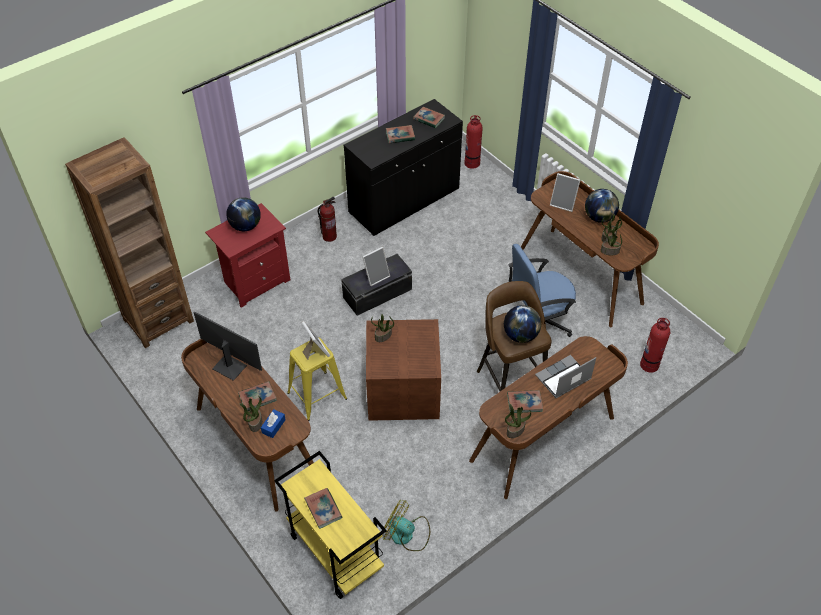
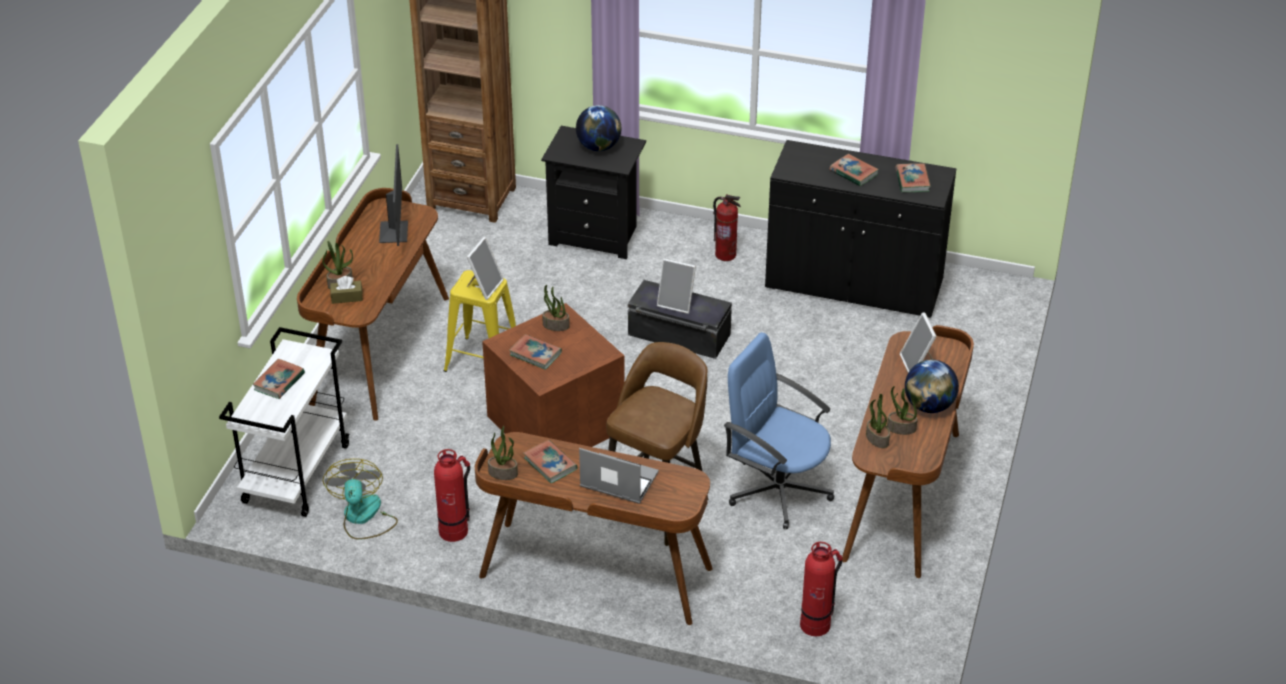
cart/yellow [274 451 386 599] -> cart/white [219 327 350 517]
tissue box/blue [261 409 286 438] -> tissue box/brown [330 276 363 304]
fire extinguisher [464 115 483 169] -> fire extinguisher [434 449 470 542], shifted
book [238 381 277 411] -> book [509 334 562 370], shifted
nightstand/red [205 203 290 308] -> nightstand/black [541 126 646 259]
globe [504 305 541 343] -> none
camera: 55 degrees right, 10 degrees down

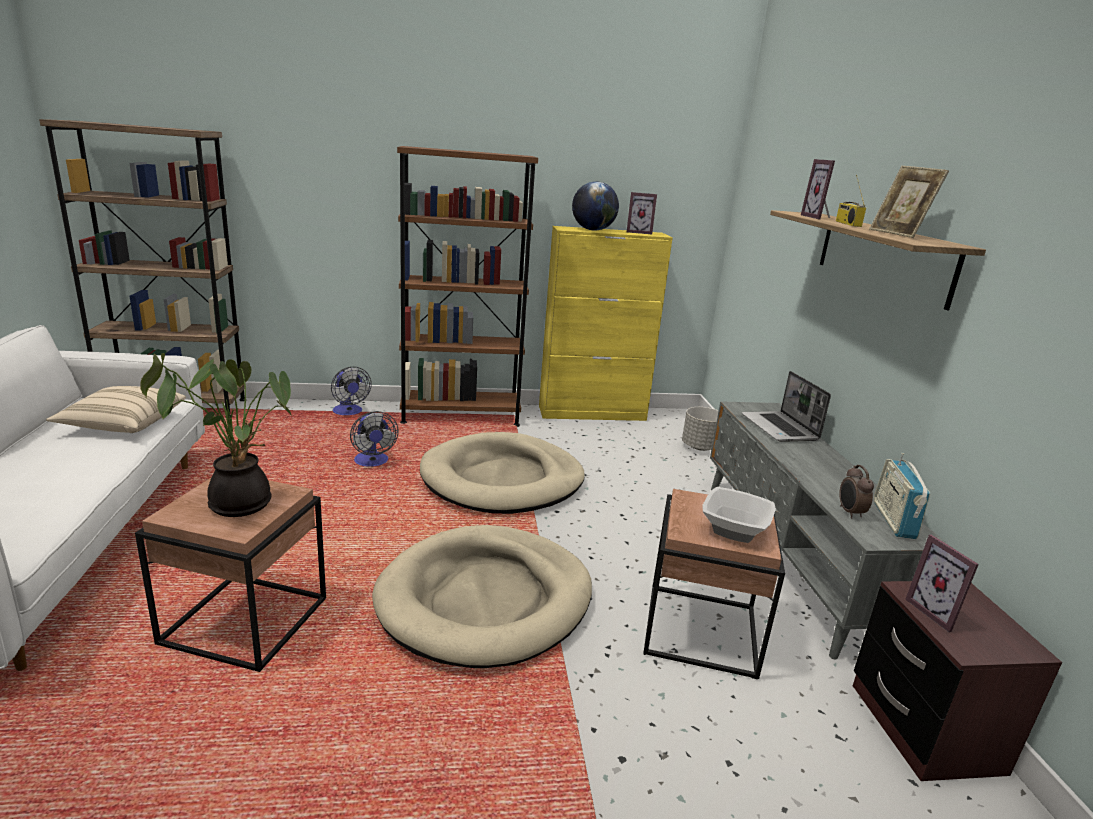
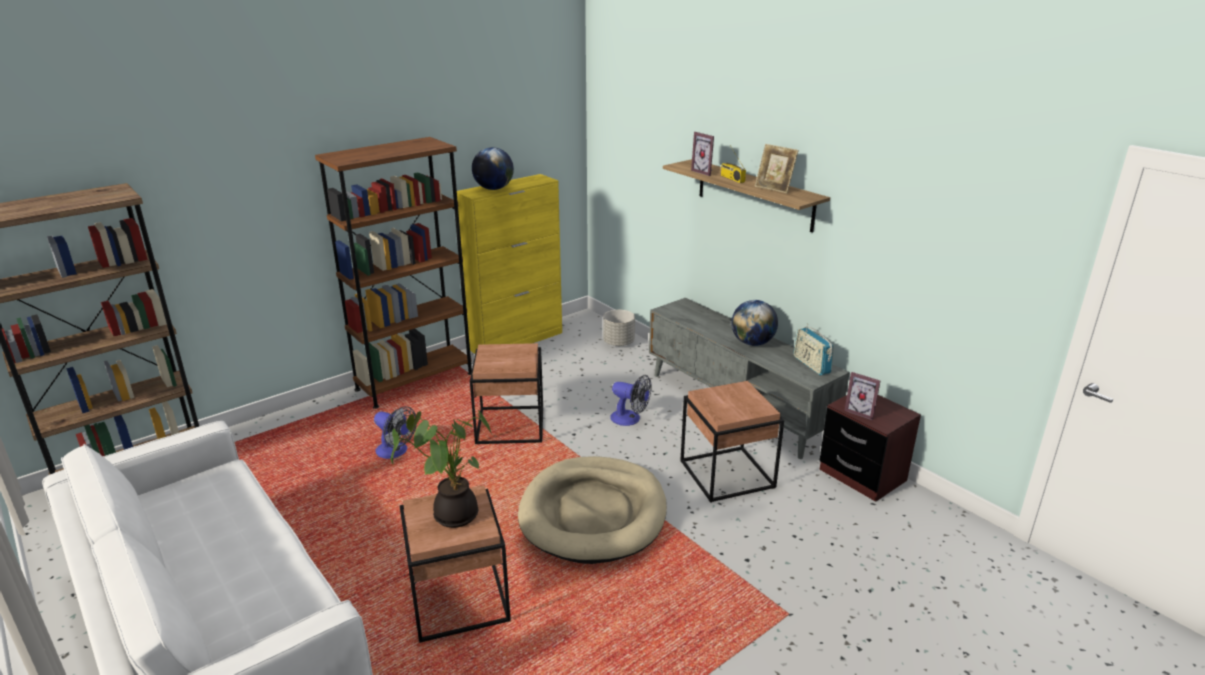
dog bed/beige [420 432 585 514] -> side table/brown [470 343 543 444]
fan [331 367 372 415] -> fan [610 375 652 426], shifted
none -> globe [731 300 778 346]
pillow/beige [46 386 186 433] -> none
picture frame [627 192 657 234] -> none
bowl [703 487 776 543] -> none
laptop [741 371 831 442] -> none
alarm clock [839 465 874 518] -> none
camera: 30 degrees left, 5 degrees up

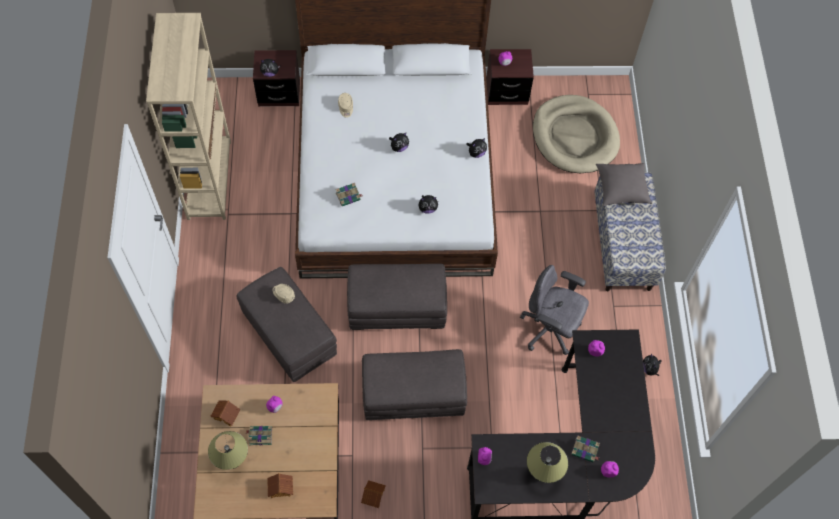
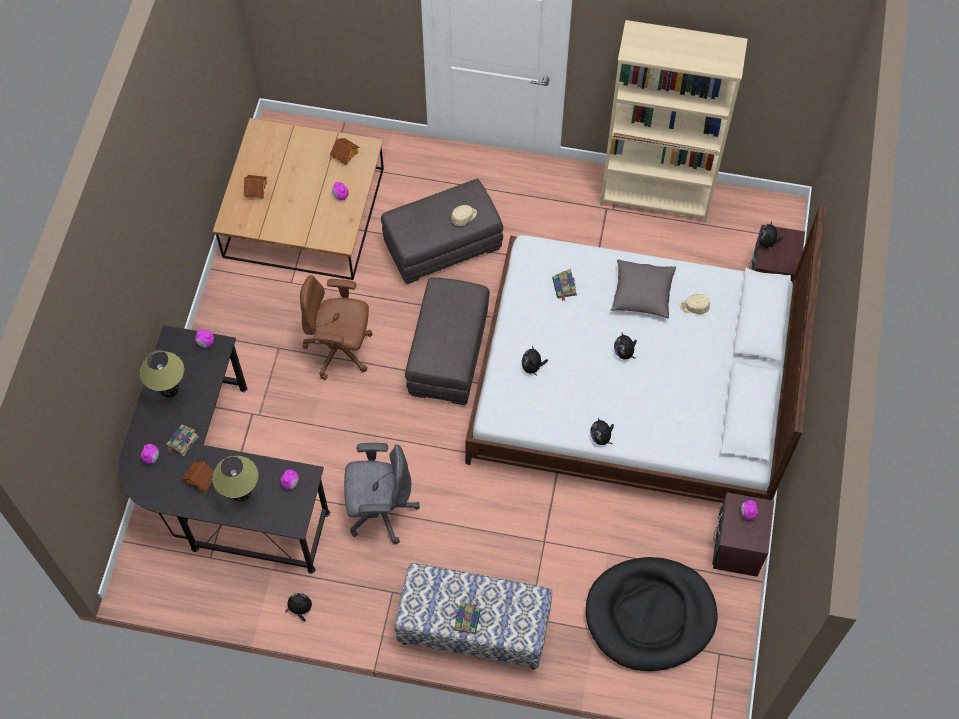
toy house [361 480 386 508] -> toy house [182 461 214 493], shifted
table lamp [208 431 248 470] -> table lamp [212 456 258 502], shifted
ottoman/grey [362 349 467 420] -> office chair/brown [300 275 372 380]
office chair/grey [520 265 589 355] -> office chair/grey [344 443 420 544], 45 degrees clockwise
book [247 426 272 446] -> book [454 601 481 634], shifted
dog bed/beige [533 95 620 173] -> dog bed/black [585 557 718 671]
pillow/grey [596 163 652 206] -> pillow/grey [611 259 676 318], shifted
camera: 105 degrees right, 0 degrees up

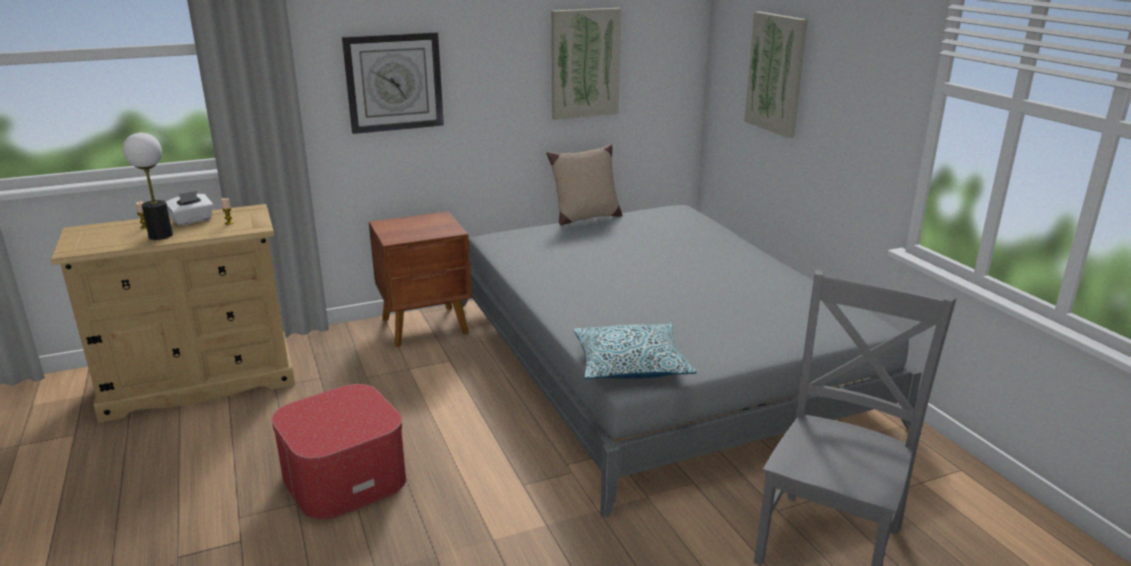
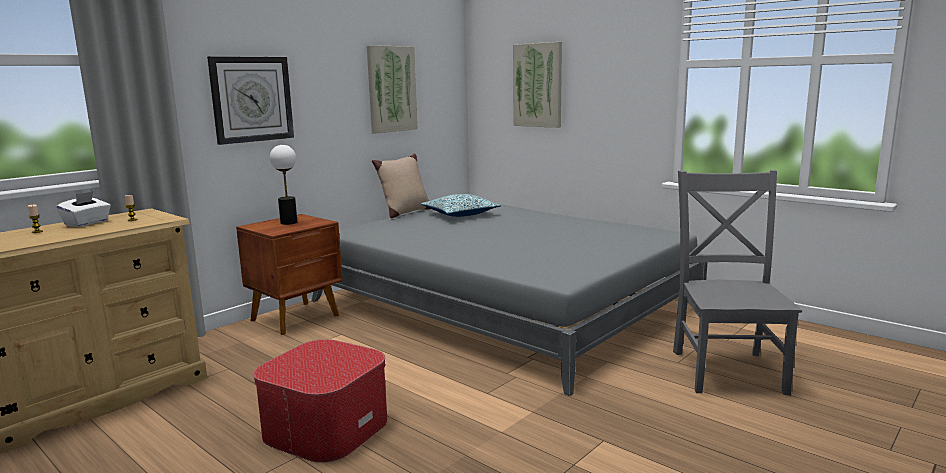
table lamp [123 133 173 240] -> table lamp [270 145 297 225], shifted
pillow [574 323 696 379] -> pillow [421 194 501 217], shifted
camera: 25 degrees left, 10 degrees down

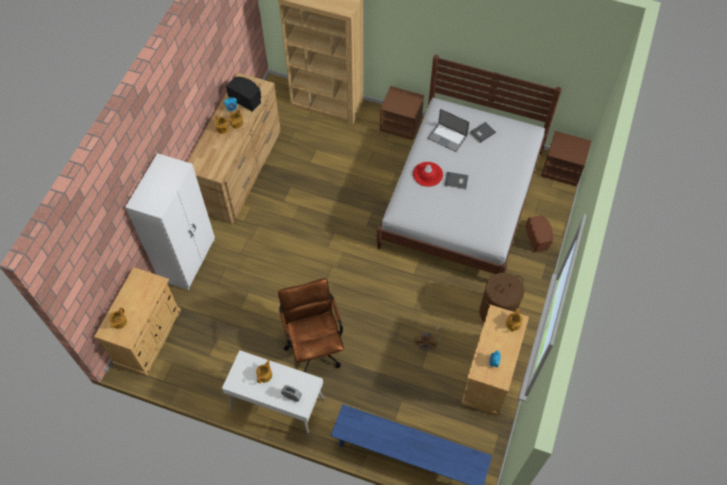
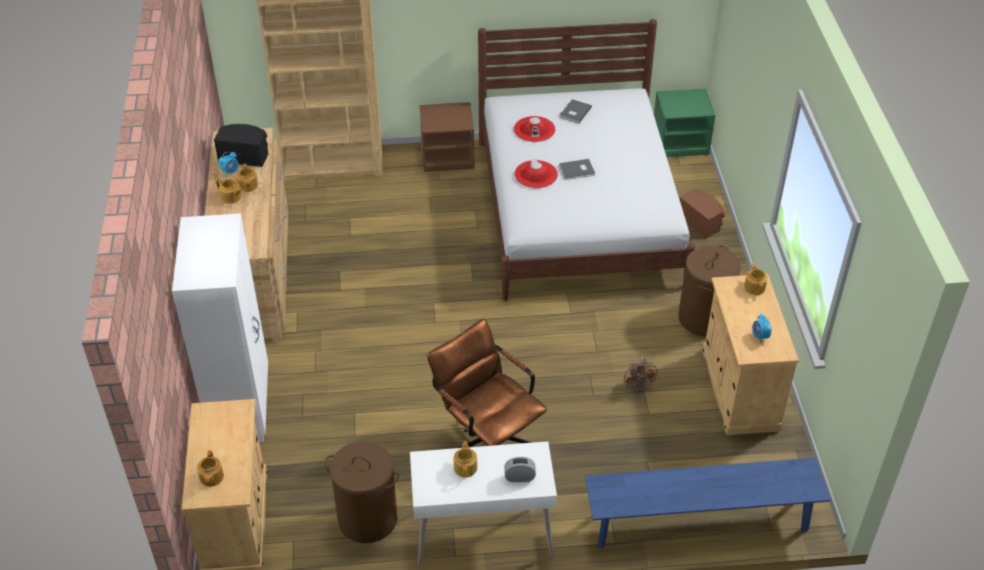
none -> laundry basket/brown [324 441 399 543]
laptop [428 109 470 152] -> hat/red [514 116 555 142]
nightstand/brown [541 131 591 186] -> nightstand/green [654 89 716 157]
camera: 25 degrees left, 15 degrees down

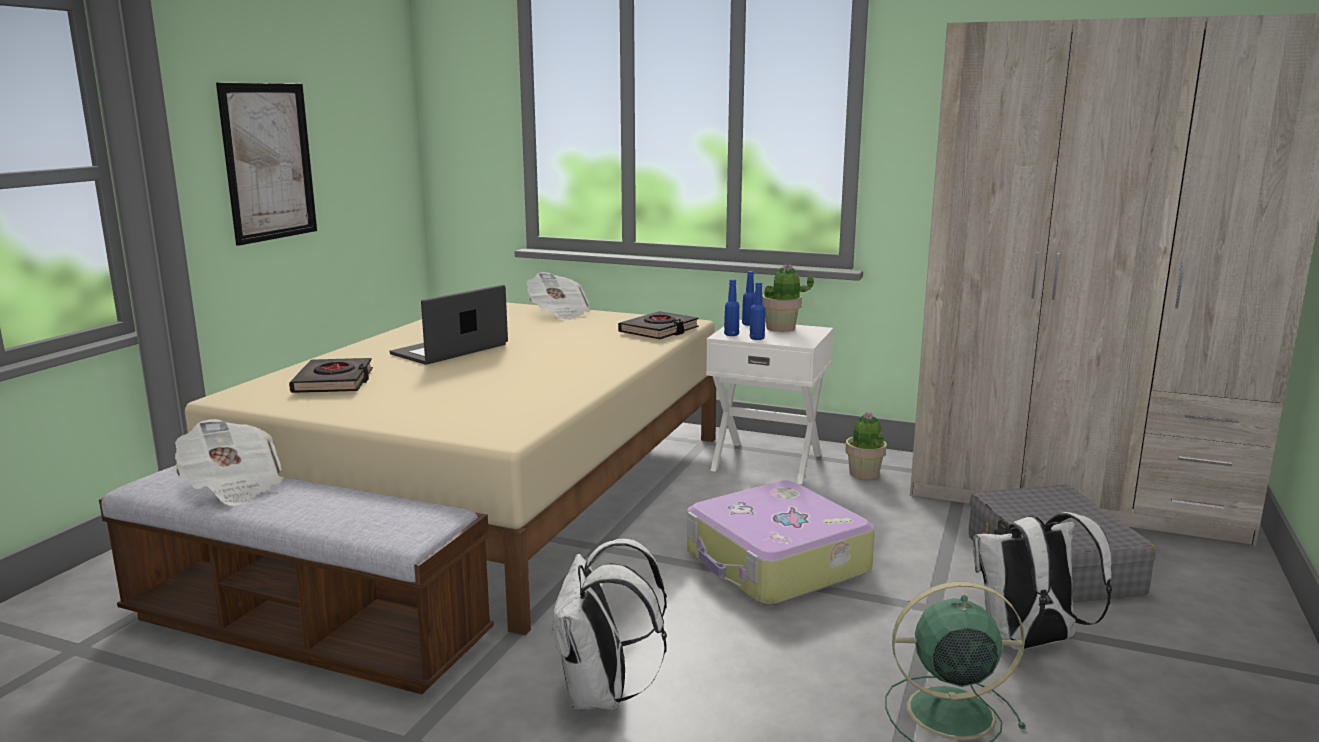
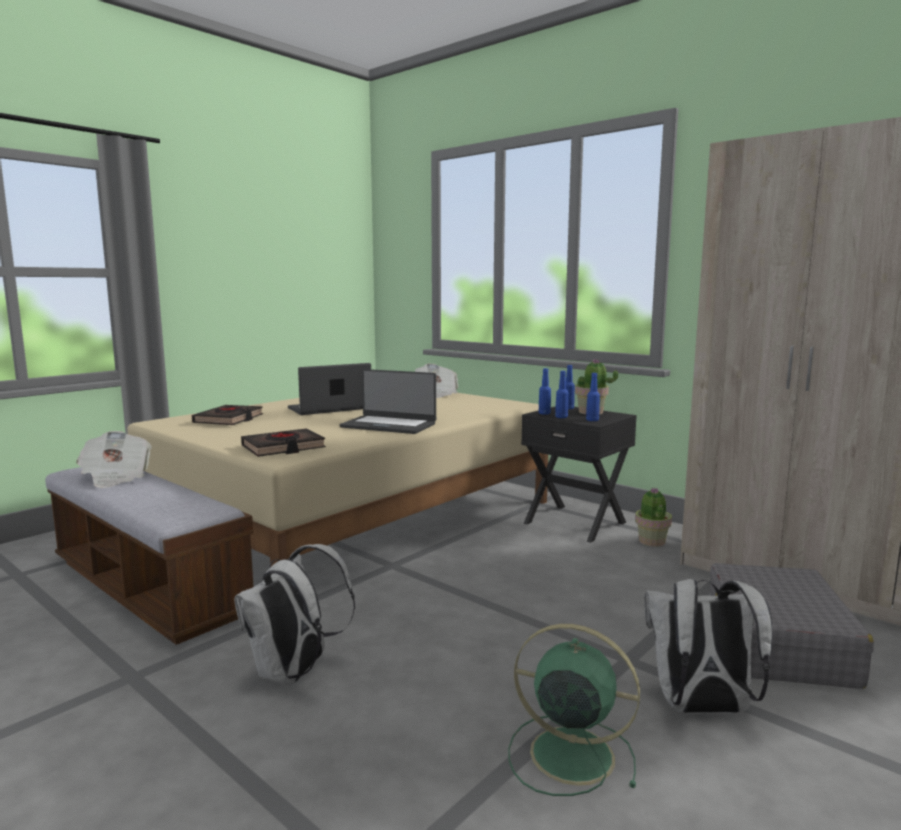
book/black [618 311 699 339] -> book/black [241 428 326 457], shifted
none -> laptop [340 369 436 434]
nightstand/white [706 320 833 484] -> nightstand/black [521 406 637 543]
none -> bottle/blue [586 373 600 421]
picture [216 83 317 246] -> none
suitcase [687 481 875 606] -> none
camera: 20 degrees right, 5 degrees down

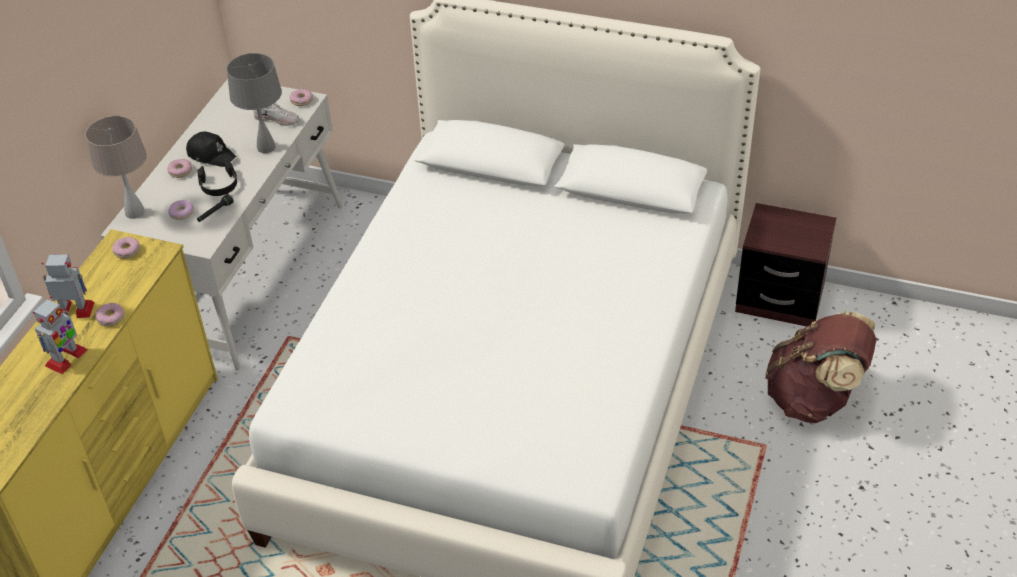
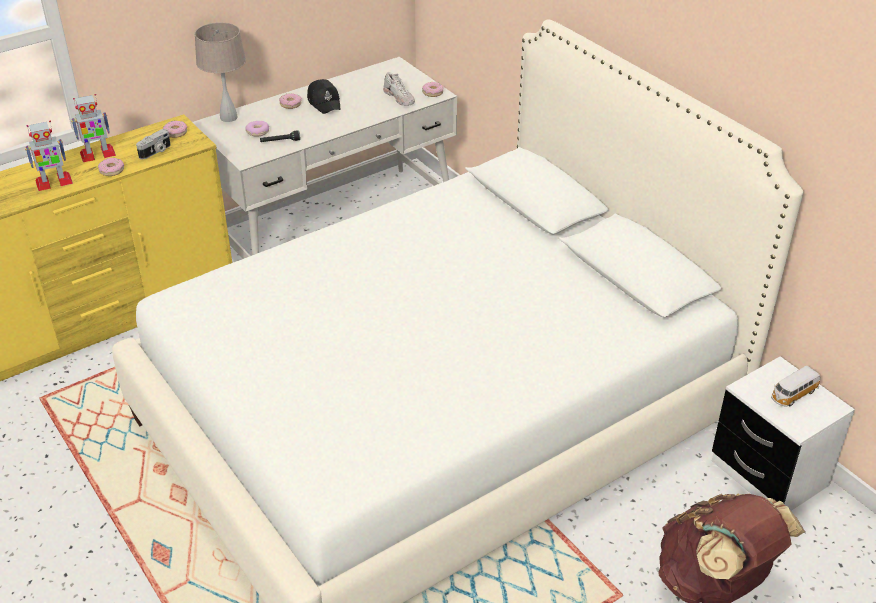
toy robot [41 254 95 318] -> toy robot [71 94 116 162], 120 degrees clockwise
none -> photo camera [136 129 171 159]
nightstand/brown [735 203 836 327] -> nightstand/white [712 356 855 511]
none -> toy car [771 366 820 407]
headphones/black [197 161 237 196] -> none
table lamp/grey [227 53 282 153] -> none
camera: 35 degrees right, 5 degrees down

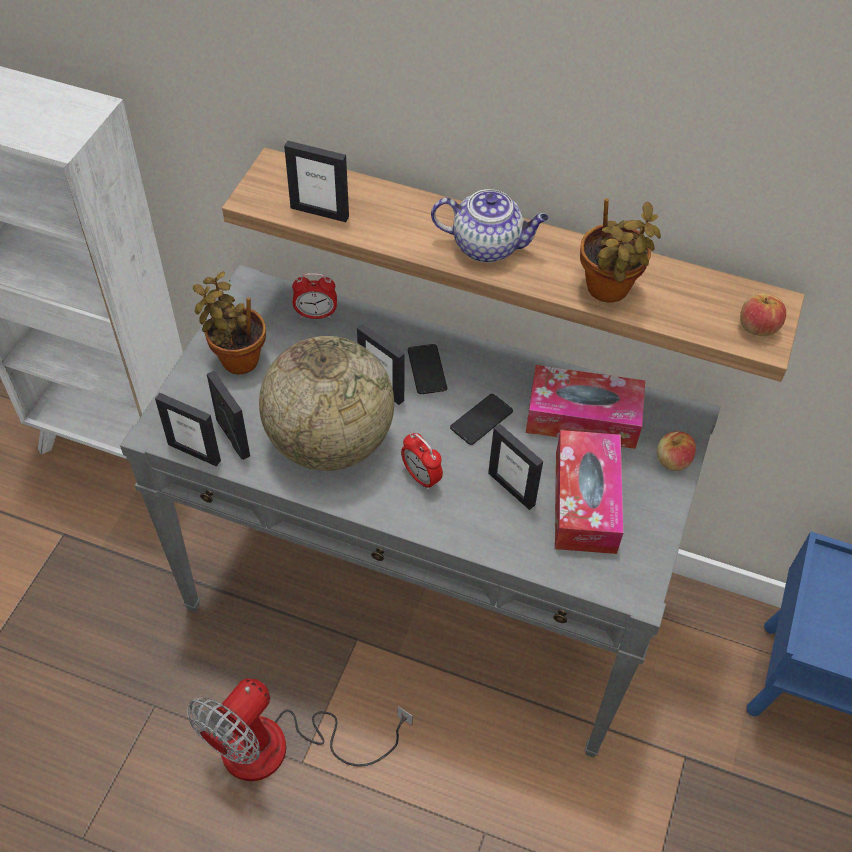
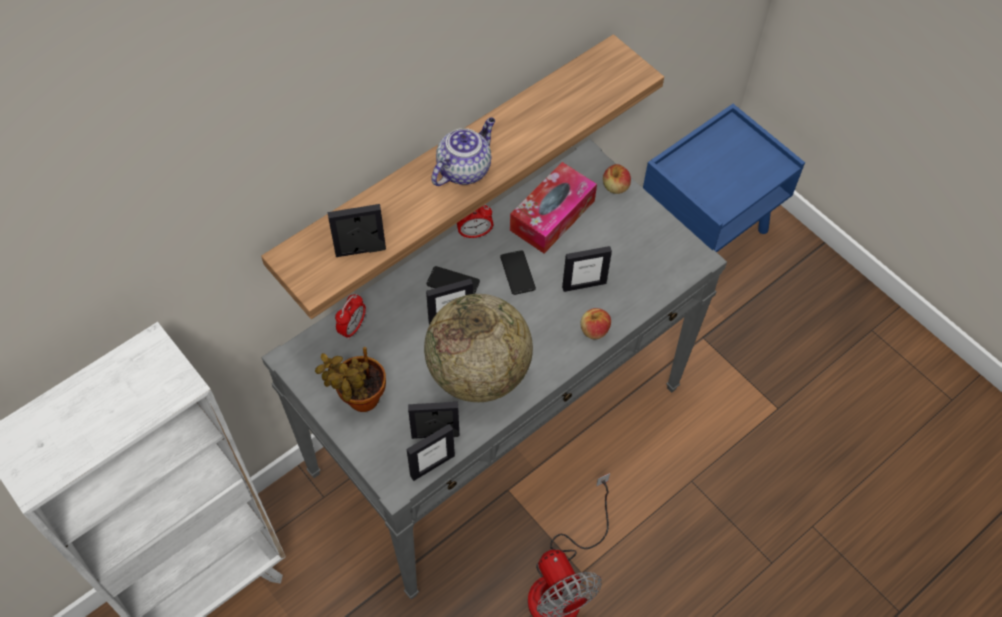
picture frame [284 141 349 222] -> picture frame [328 204 386 257], 150 degrees counterclockwise
alarm clock [401 433 443 490] -> alarm clock [457 205 493 238], shifted
apple [740 294 786 336] -> apple [580 308 611 339], shifted
tissue box [555 430 623 554] -> none
potted plant [580 198 661 302] -> none
camera: 60 degrees left, 5 degrees up

